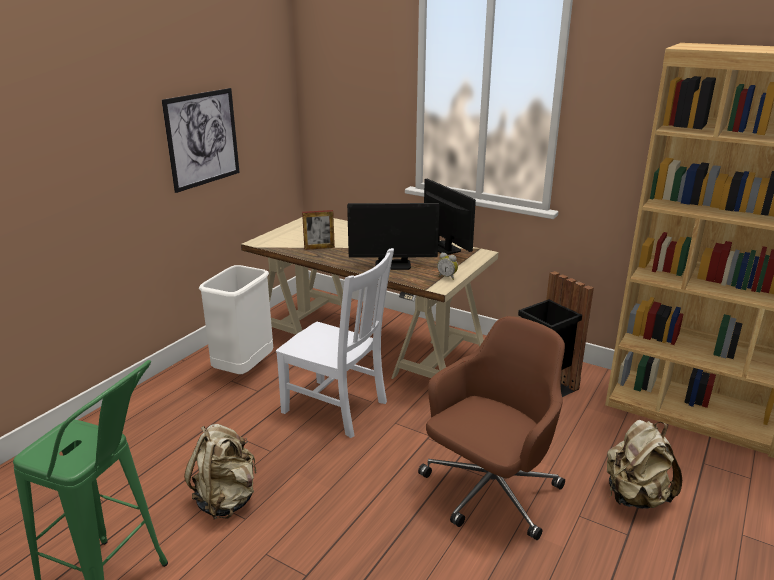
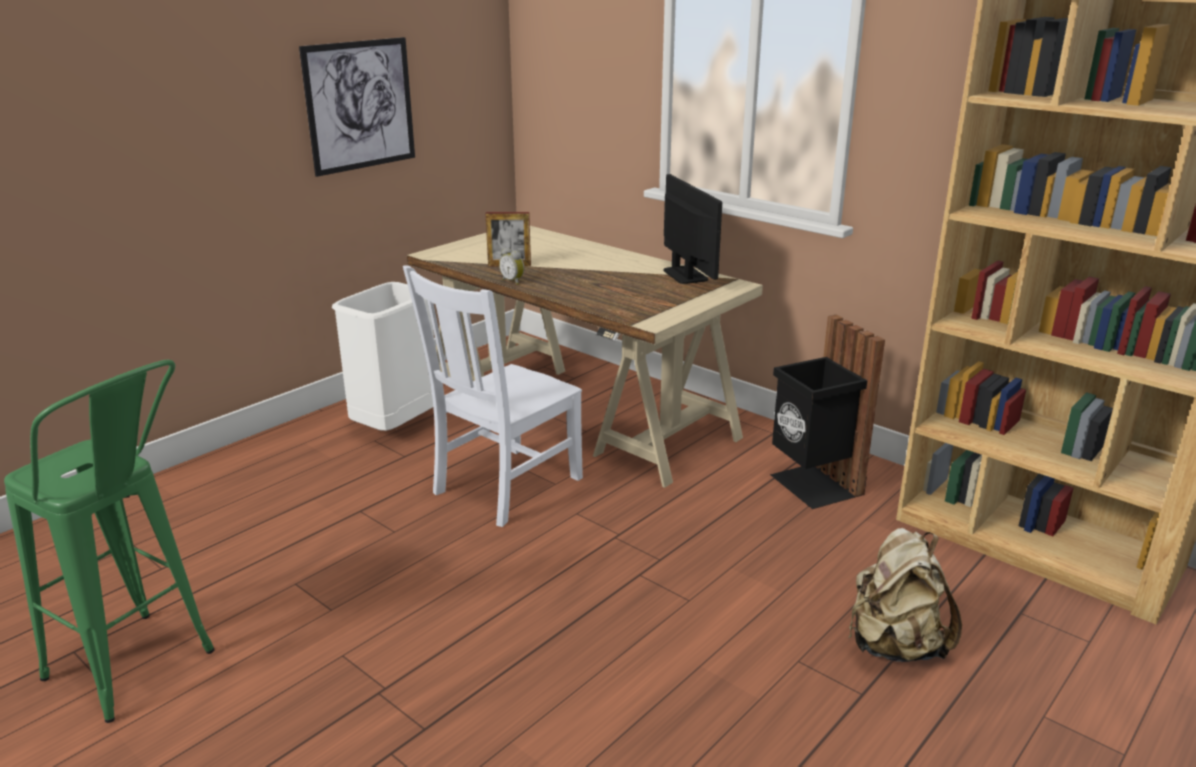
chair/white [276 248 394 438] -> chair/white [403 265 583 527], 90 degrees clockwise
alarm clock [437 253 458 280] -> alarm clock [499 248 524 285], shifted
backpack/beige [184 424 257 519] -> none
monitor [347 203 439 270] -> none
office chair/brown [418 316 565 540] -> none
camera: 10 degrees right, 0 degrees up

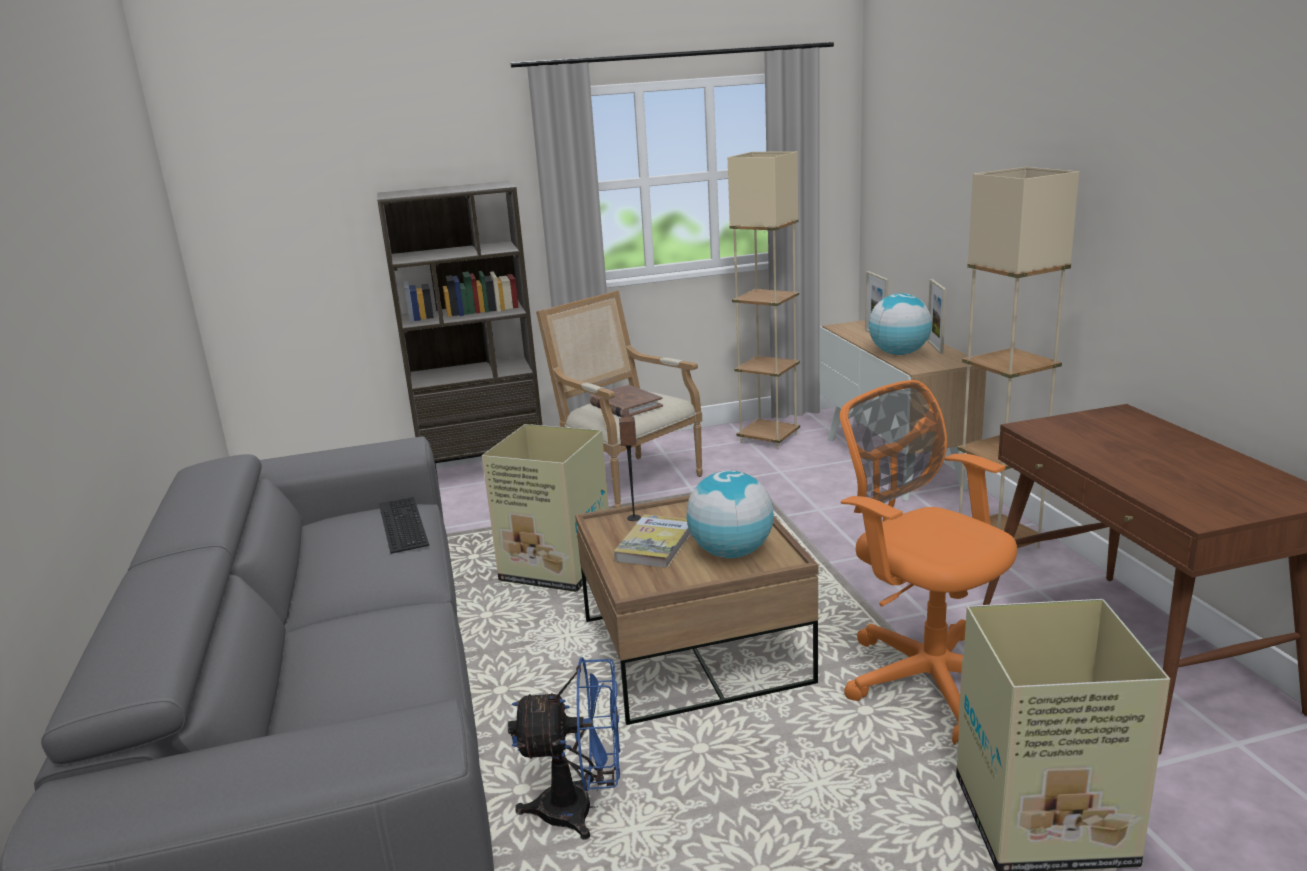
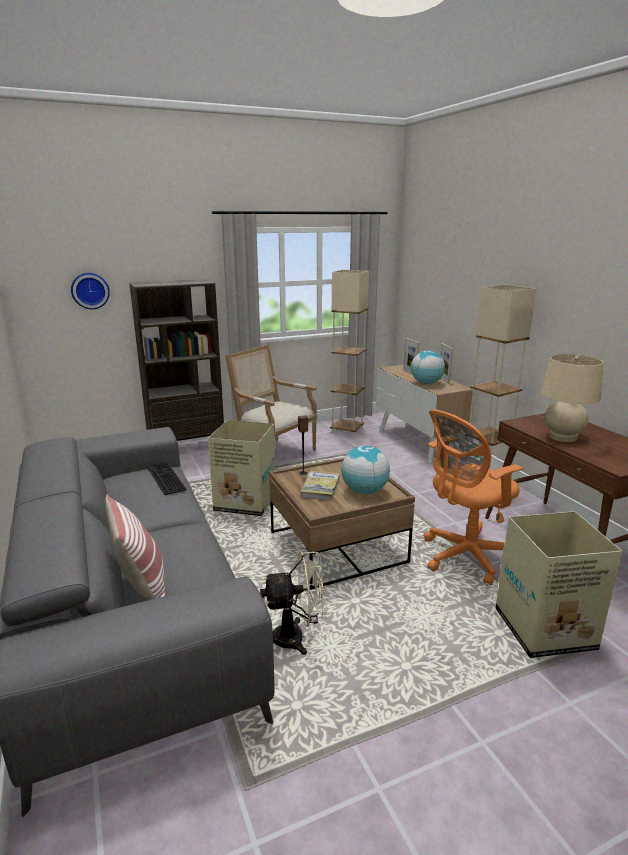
none -> wall clock [71 273 110 309]
none -> pillow [105 495 165 600]
fan/blue [508 657 620 840] -> fan/beige [260 551 327 655]
office chair/orange [840 380 1017 745] -> office chair/orange [423 409 523 586], 75 degrees counterclockwise
none -> table lamp/beige [541 354 604 442]
book/brown [590 385 663 418] -> none
camera: 10 degrees left, 0 degrees up

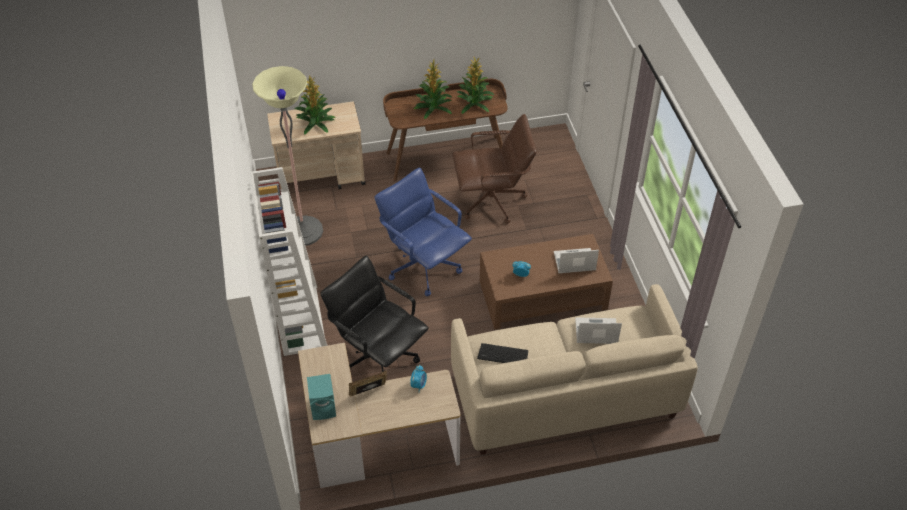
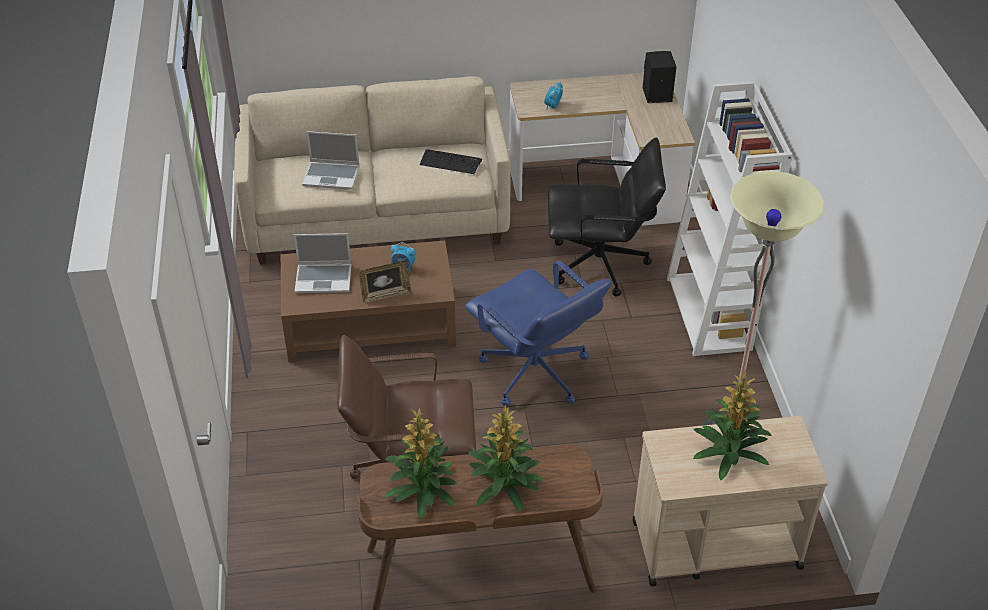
picture frame [349 370 387 396] -> picture frame [359 261 411 303], shifted
office chair/black [320 256 429 372] -> office chair/black [548 137 666 296], 45 degrees counterclockwise
speaker/turquoise [307 374 336 420] -> speaker/black [643 51 676 103]
camera: 175 degrees left, 5 degrees down

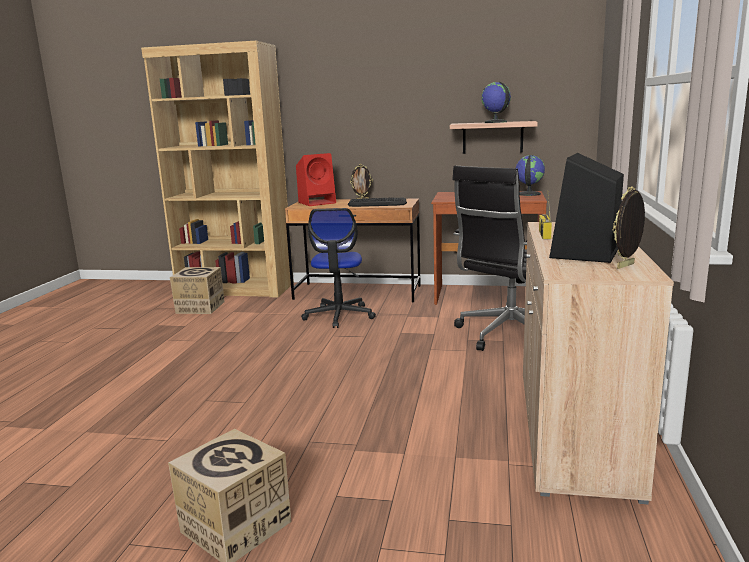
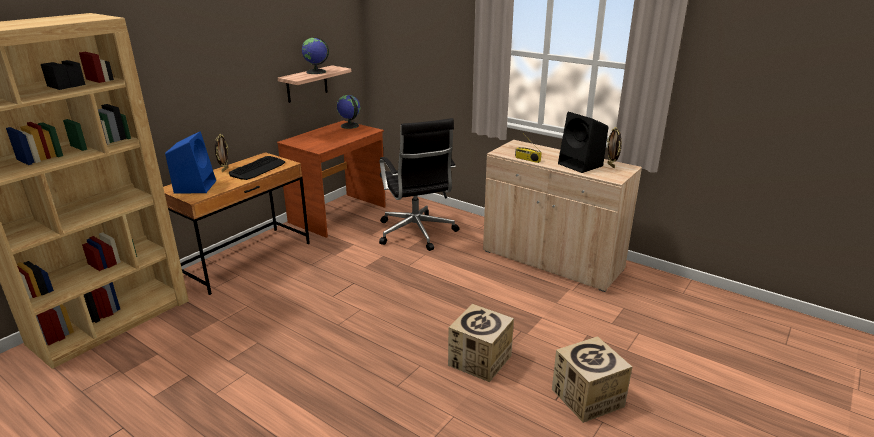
speaker/red [296 153 336 206] -> speaker/blue [165 131 216 194]
cardboard box [170 267 224 314] -> cardboard box [448 304 514 382], shifted
office chair [301 208 376 328] -> none
camera: 65 degrees left, 10 degrees up

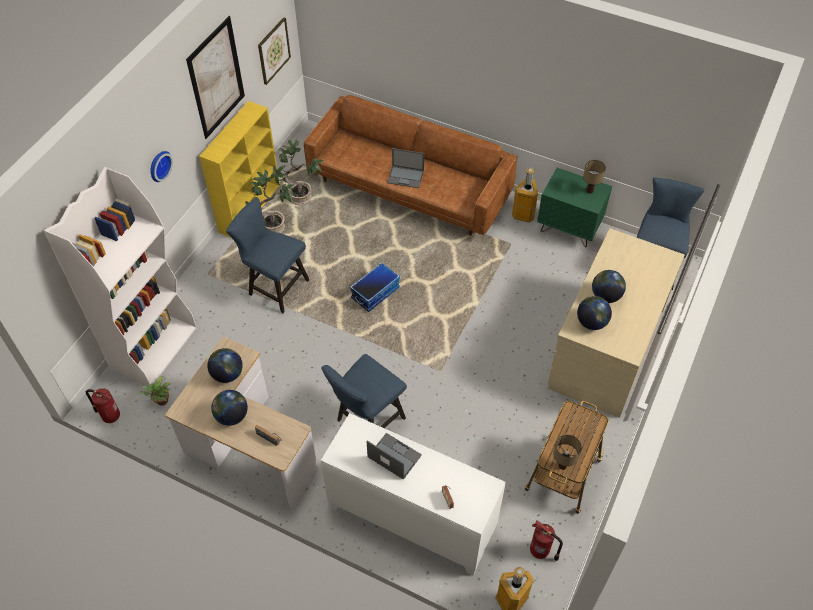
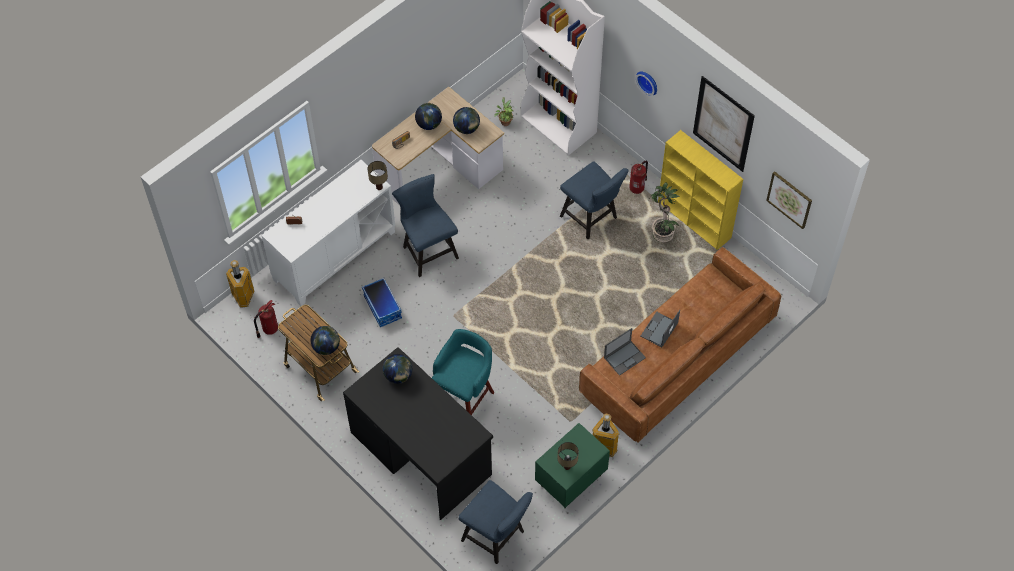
globe [592 270 626 303] -> globe [311 326 340 355], shifted
desk/beige [548 228 685 418] -> desk/black [343 347 493 520]
storage box [350 262 400 312] -> storage box [362 278 402 327], shifted
table lamp [553 435 582 470] -> table lamp [368 161 388 190], shifted
none -> stool/turquoise [432 329 494 415]
chair/blue [226 197 310 313] -> chair/blue [560 162 629 239], 90 degrees clockwise
laptop [366 433 422 480] -> laptop [604 328 646 376], shifted
fire extinguisher [86 388 120 423] -> fire extinguisher [629 161 648 194], shifted
potted plant [271 139 323 205] -> none
camera: 110 degrees right, 5 degrees up

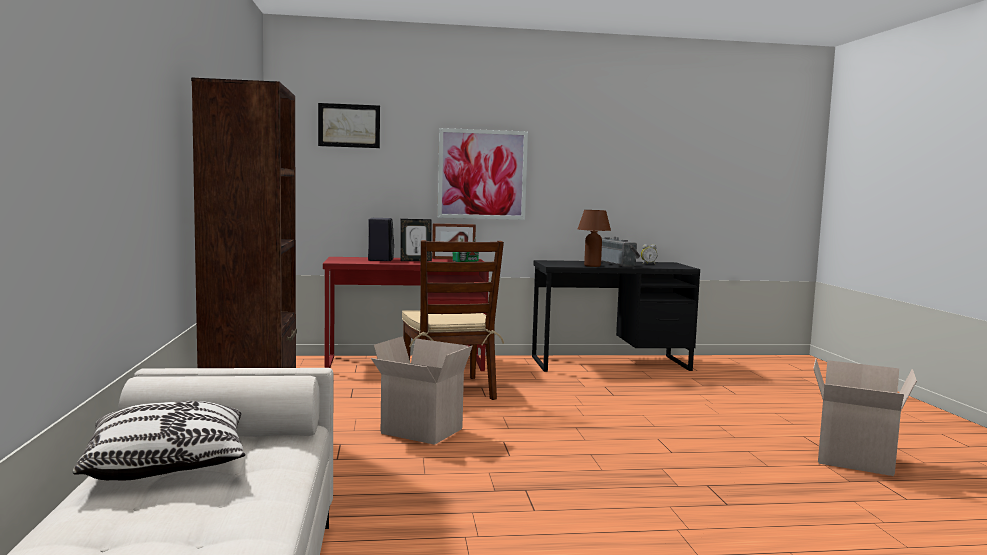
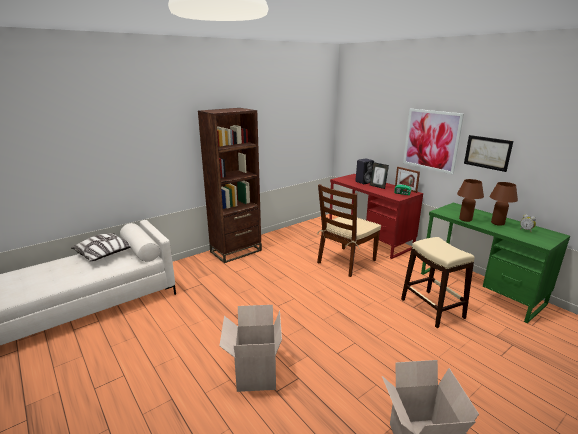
cardboard box [371 336 472 445] -> cardboard box [219 305 282 392], shifted
none -> stool/beige [401 237 475 328]
desk/black [532 260 700 372] -> desk/green [421 202 570 323]
picture [318 103 380 148] -> picture [464 135 513 172], shifted
radio [601 237 640 267] -> table lamp/brown [490 182 518 226]
camera: 60 degrees right, 15 degrees up

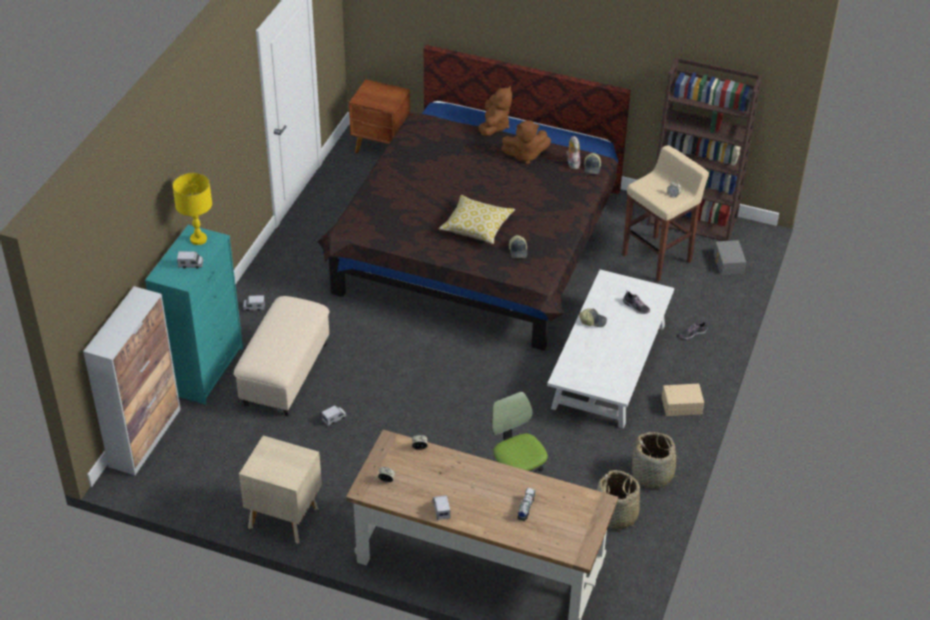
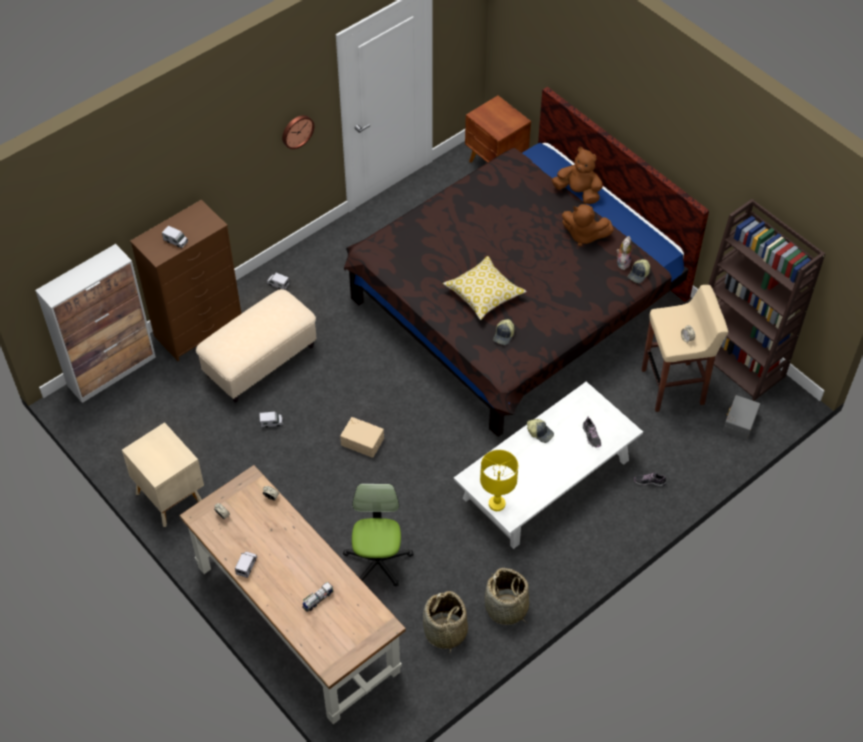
dresser/turquoise [145 225 243 405] -> dresser/brown [130 200 242 361]
none -> wall clock [282 115 314 149]
storage box/beige [662 384 704 416] -> storage box/beige [340 417 384 458], shifted
table lamp/yellow [172 173 212 245] -> table lamp/yellow [480 450 518 511], shifted
plush toy/brown [478 86 512 136] -> plush toy/brown [552 147 603 204], 105 degrees counterclockwise
camera: 30 degrees right, 10 degrees up

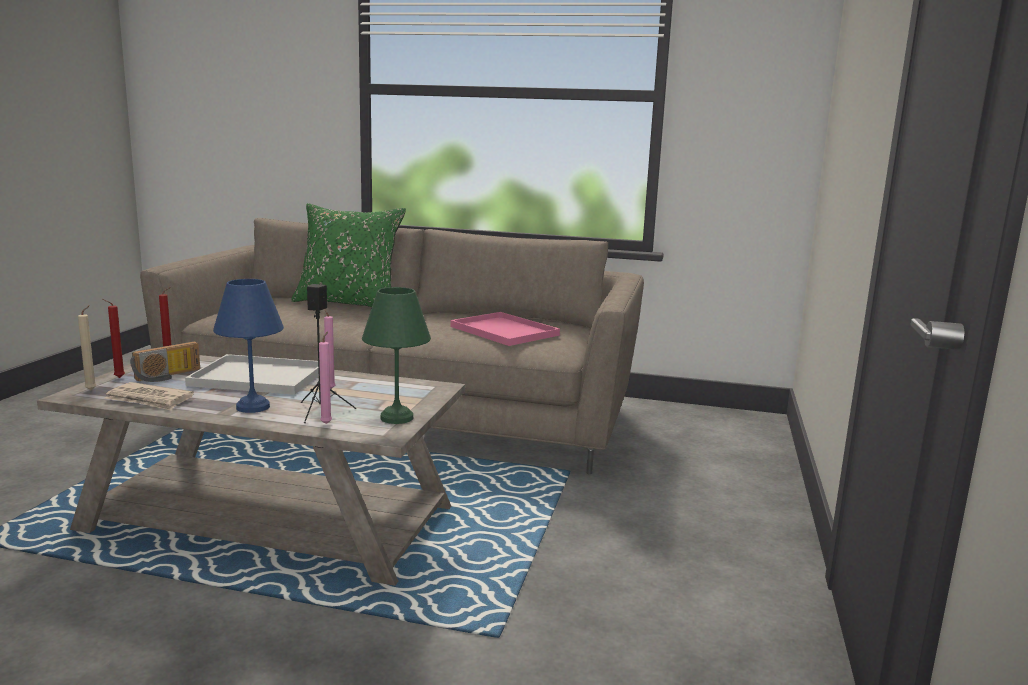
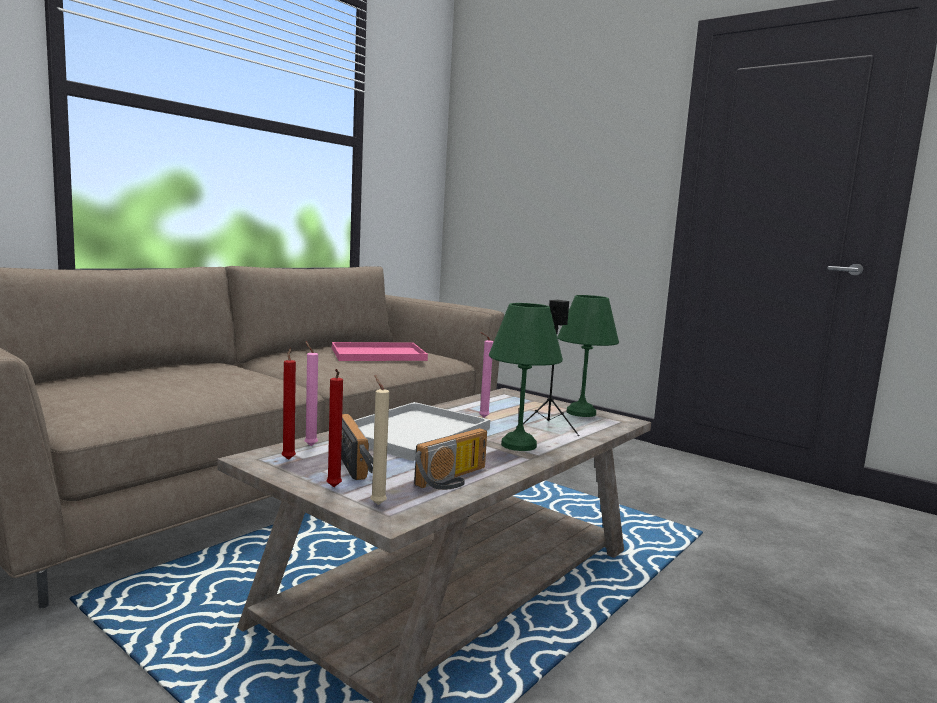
candle/pink [319 331 332 424] -> candle/pink [305 341 318 446], shifted
newspaper [104 382 194 410] -> radio [414 428 487 490]
table lamp/blue [213 279 284 413] -> table lamp/green [489 303 563 451]
pillow/green [291 203 406 307] -> none
camera: 65 degrees left, 5 degrees down

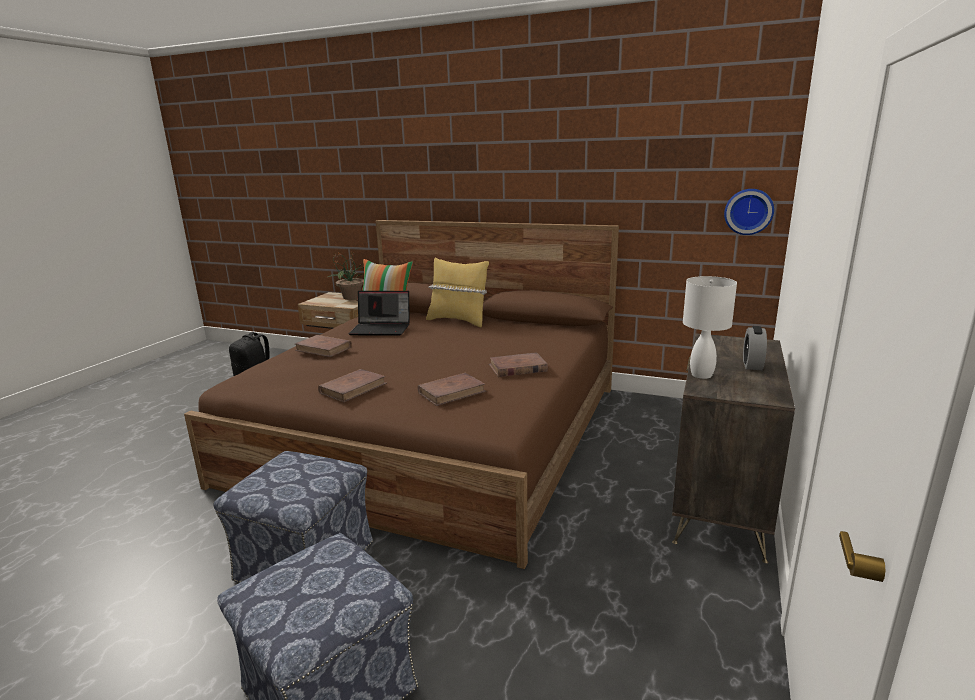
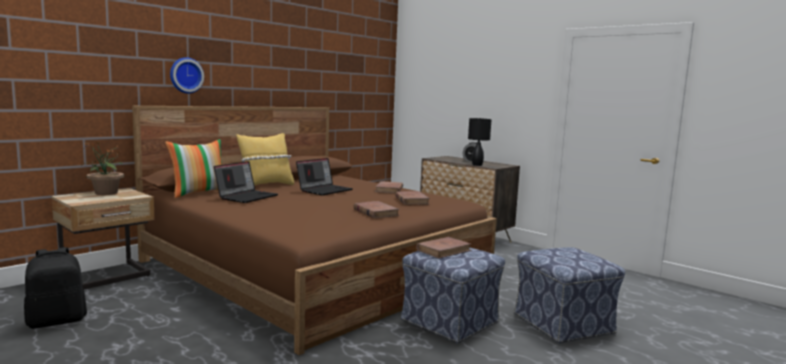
wall clock [724 189 774 235] -> wall clock [170 57 204 93], shifted
none -> laptop [296 158 353 195]
book/brown [295 335 352 357] -> book/brown [416 237 472 258], shifted
table lamp/white [683 276 737 379] -> table lamp/black [468 118 492 166]
camera: 70 degrees left, 10 degrees down

